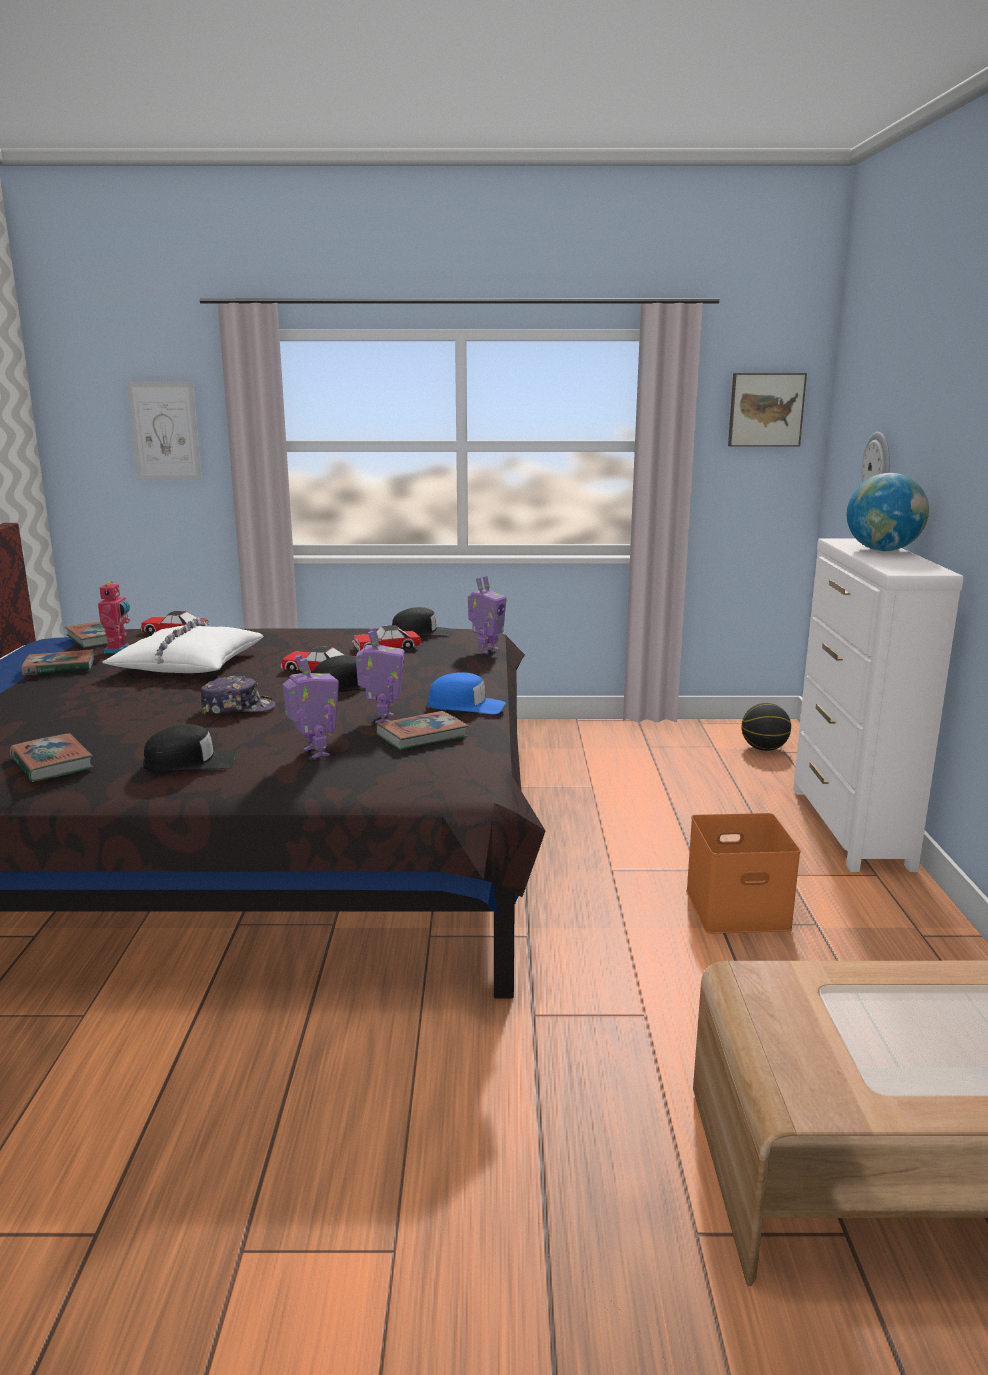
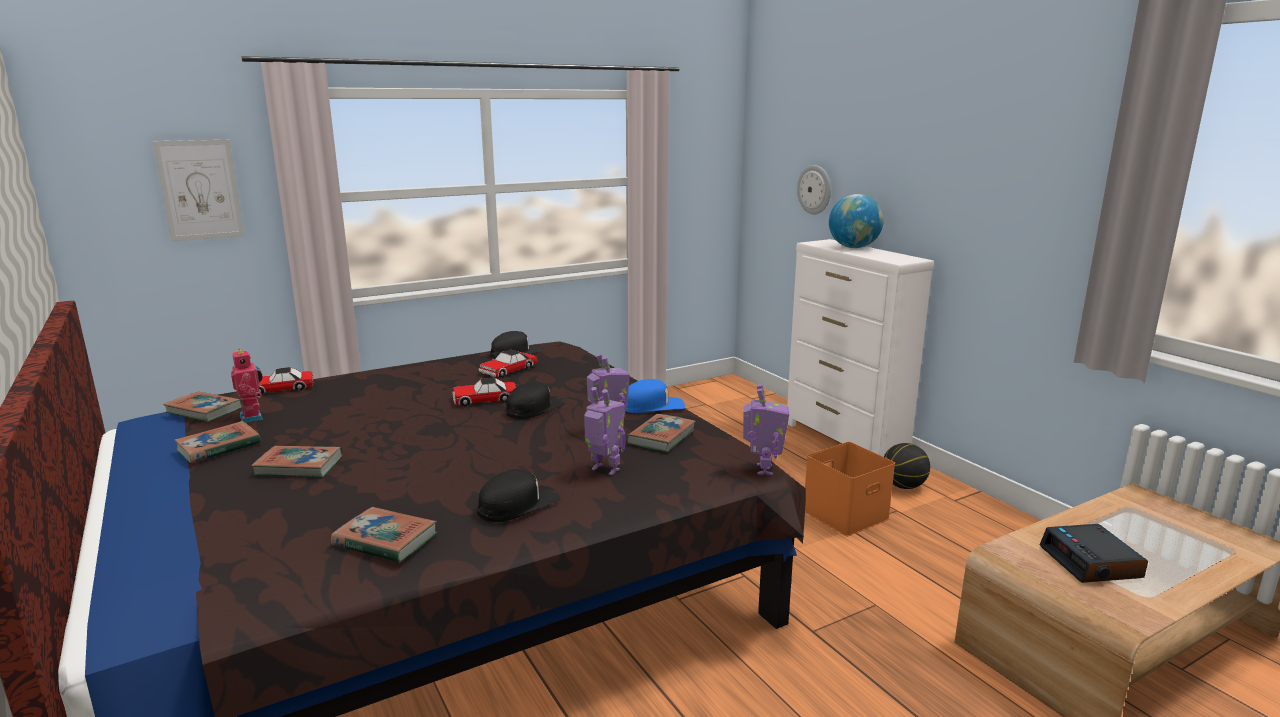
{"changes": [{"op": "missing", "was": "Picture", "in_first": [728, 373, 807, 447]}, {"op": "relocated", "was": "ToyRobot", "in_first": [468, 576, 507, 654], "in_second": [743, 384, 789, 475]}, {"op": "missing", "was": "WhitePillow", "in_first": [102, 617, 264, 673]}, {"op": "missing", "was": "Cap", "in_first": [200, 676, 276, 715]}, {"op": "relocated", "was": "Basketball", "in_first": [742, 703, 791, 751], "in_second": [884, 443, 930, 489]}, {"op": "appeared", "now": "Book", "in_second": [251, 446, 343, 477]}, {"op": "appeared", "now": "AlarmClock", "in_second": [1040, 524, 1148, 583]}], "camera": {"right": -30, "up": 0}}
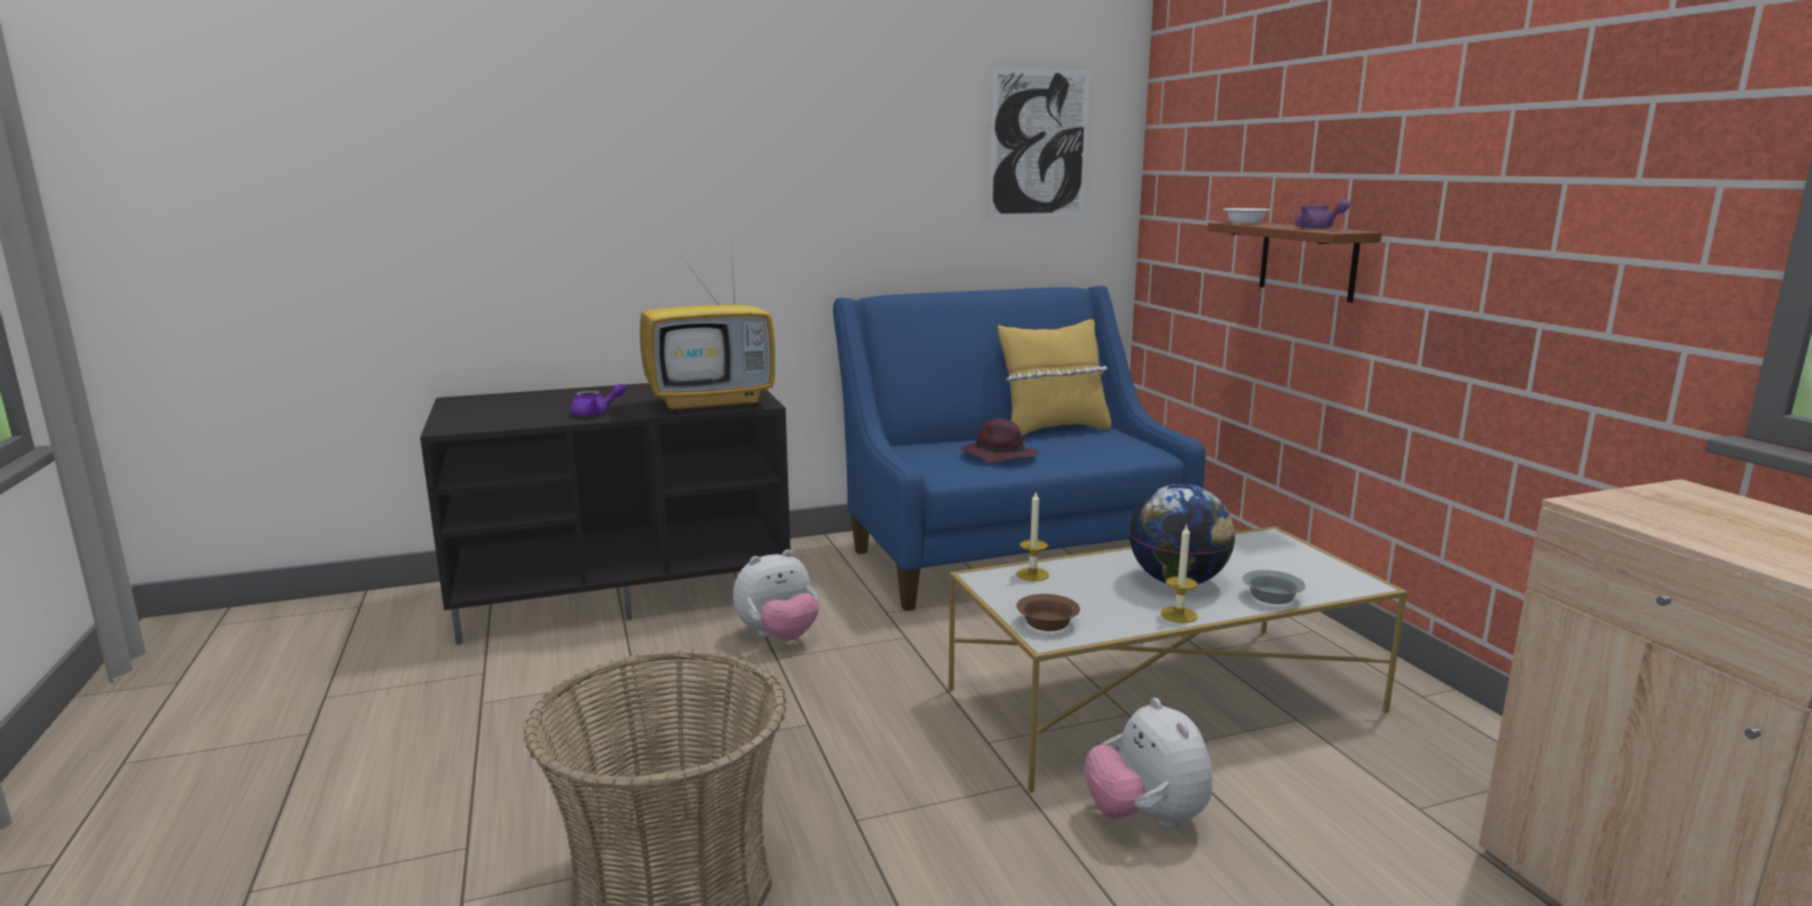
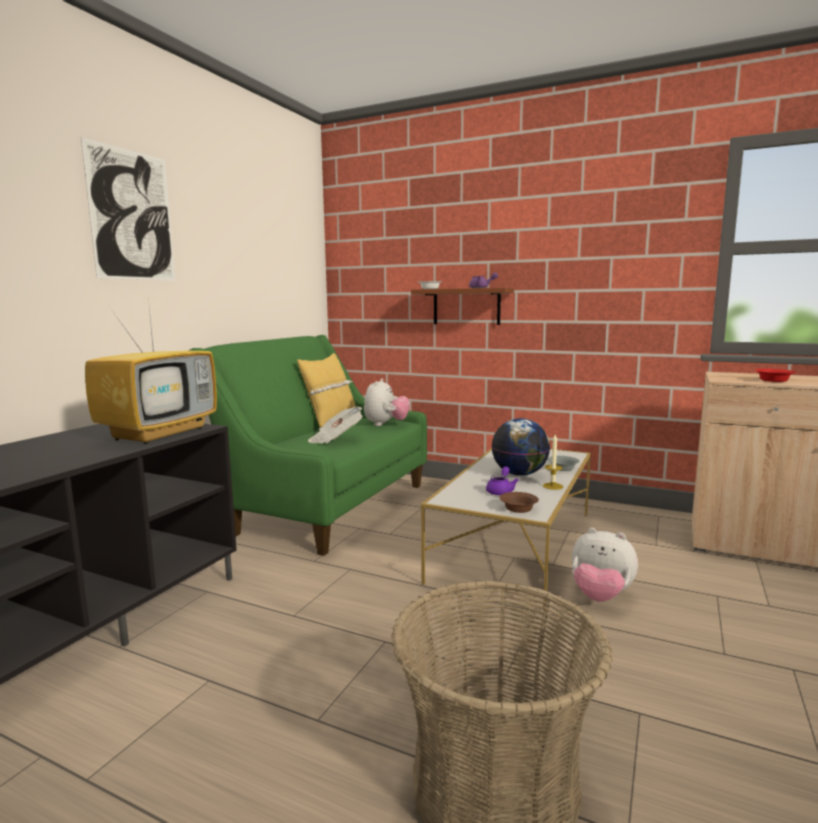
{"changes": [{"op": "relocated", "was": "Picture", "in_first": [989, 67, 1089, 217], "in_second": [81, 137, 176, 281]}, {"op": "colour", "was": "BlueSofa", "now": "GreenSofa", "in_first": [833, 286, 1206, 611], "in_second": [188, 335, 427, 556]}, {"op": "relocated", "was": "PurpleTeapot", "in_first": [571, 384, 626, 417], "in_second": [486, 466, 519, 495]}, {"op": "exchanged", "was": "PurpleHat", "now": "Newspaper", "in_first": [961, 418, 1038, 463], "in_second": [308, 407, 362, 444]}, {"op": "missing", "was": "Candle", "in_first": [1016, 492, 1049, 581]}, {"op": "relocated", "was": "PlushToy", "in_first": [733, 549, 819, 641], "in_second": [364, 379, 410, 426]}, {"op": "appeared", "now": "RedBowl", "in_second": [755, 369, 796, 382]}], "camera": {"right": -45, "up": -5}}
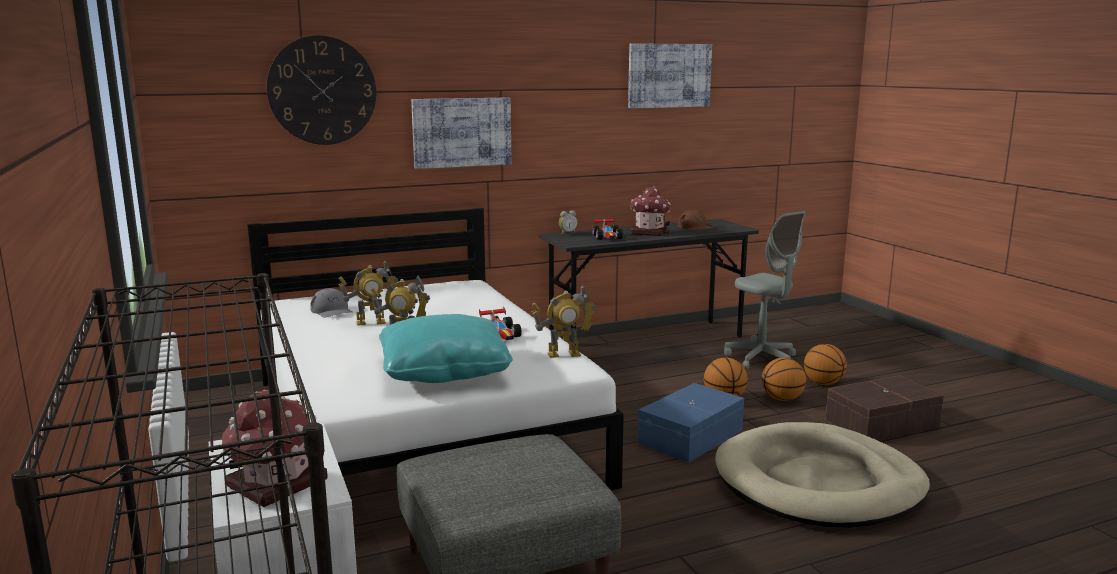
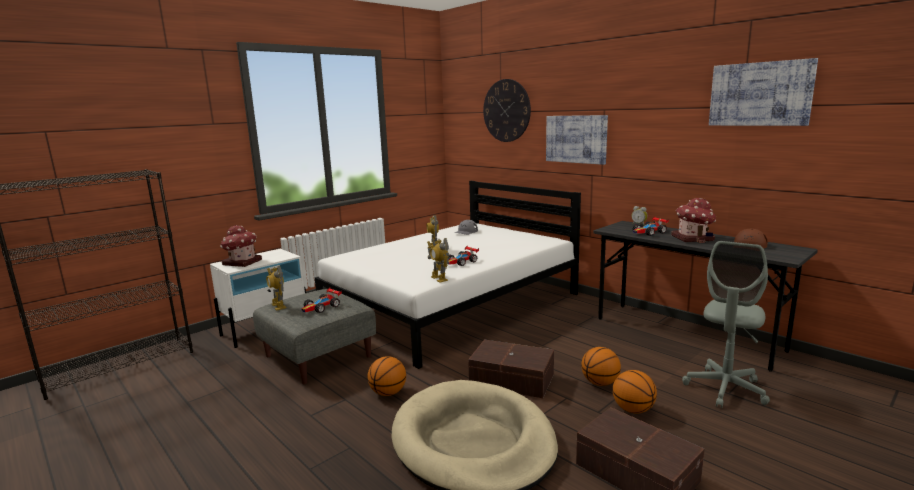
{"changes": [{"op": "relocated", "was": "ToyRobot", "in_first": [338, 261, 399, 325], "in_second": [266, 266, 286, 310]}, {"op": "missing", "was": "TurquoisePillow", "in_first": [379, 314, 513, 383]}, {"op": "relocated", "was": "Basketball", "in_first": [804, 344, 847, 385], "in_second": [368, 356, 406, 396]}, {"op": "colour", "was": "BlueStorageBox", "now": "BrownStorageBox", "in_first": [638, 383, 744, 463], "in_second": [468, 339, 554, 398]}, {"op": "appeared", "now": "ToyCar", "in_second": [301, 287, 342, 313]}], "camera": {"right": 70, "up": 0}}
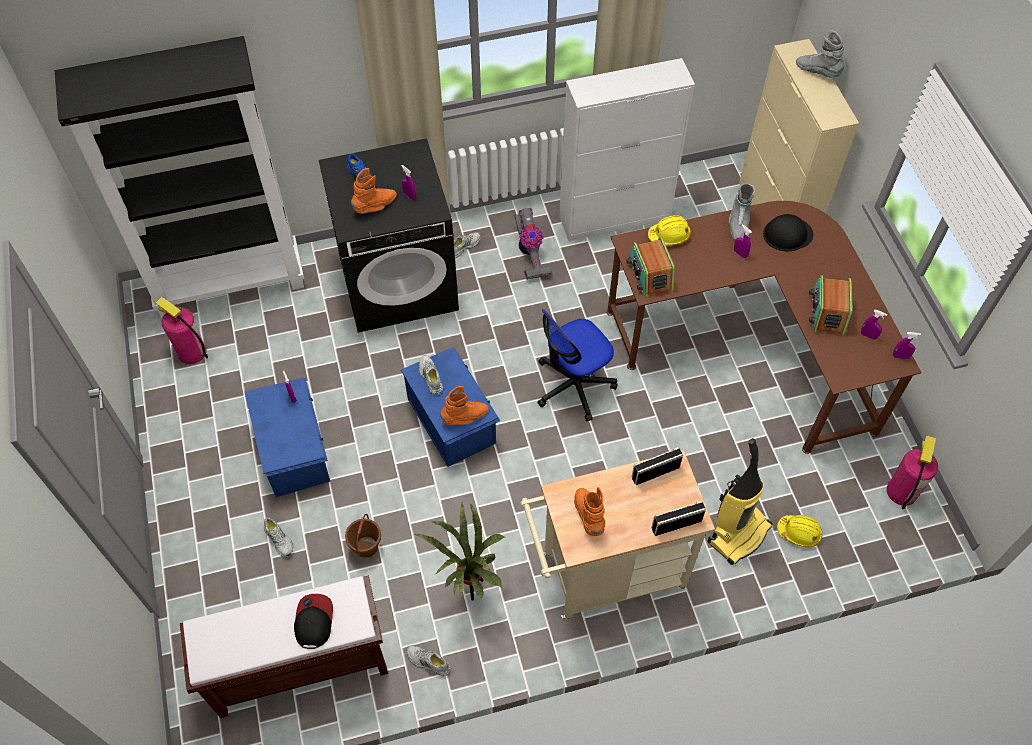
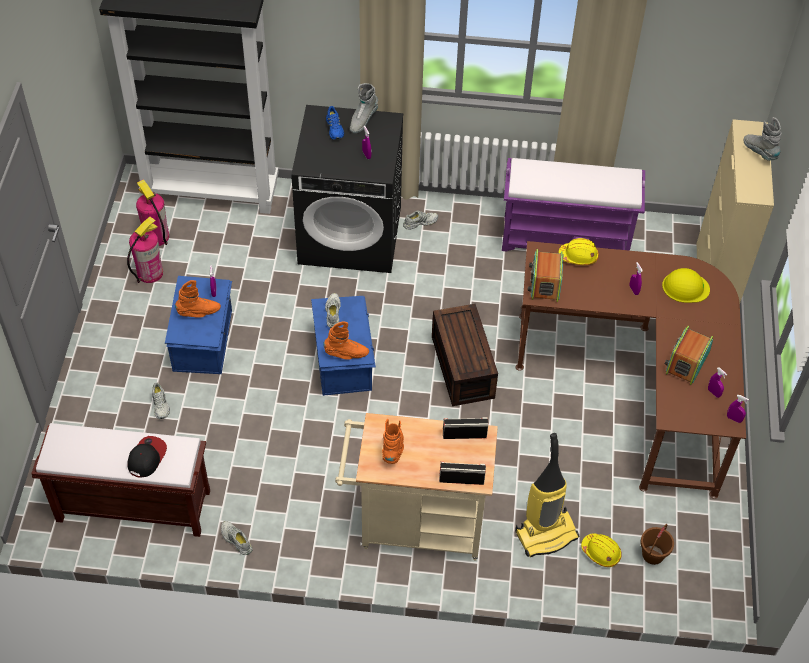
{"changes": [{"op": "exchanged", "was": "WhiteCabinet", "now": "PurpleBench", "in_first": [559, 58, 695, 241], "in_second": [502, 158, 645, 251]}, {"op": "relocated", "was": "OrangeBoot", "in_first": [351, 168, 397, 214], "in_second": [175, 280, 221, 318]}, {"op": "relocated", "was": "GreyBoot", "in_first": [729, 183, 755, 241], "in_second": [350, 83, 378, 133]}, {"op": "missing", "was": "VacuumCleaner", "in_first": [515, 208, 551, 280]}, {"op": "colour", "was": "BlackHardHat", "now": "YellowHardHat", "in_first": [763, 214, 813, 251], "in_second": [662, 268, 710, 303]}, {"op": "exchanged", "was": "OfficeChair", "now": "BrownStorageBox", "in_first": [537, 309, 618, 421], "in_second": [432, 304, 498, 406]}, {"op": "relocated", "was": "FireExtinguisher", "in_first": [887, 435, 938, 509], "in_second": [127, 217, 163, 283]}, {"op": "missing", "was": "PottedPlant", "in_first": [413, 500, 505, 601]}, {"op": "relocated", "was": "BrownBucket", "in_first": [345, 514, 381, 558], "in_second": [640, 524, 674, 565]}], "camera": {"right": 20, "up": -5}}
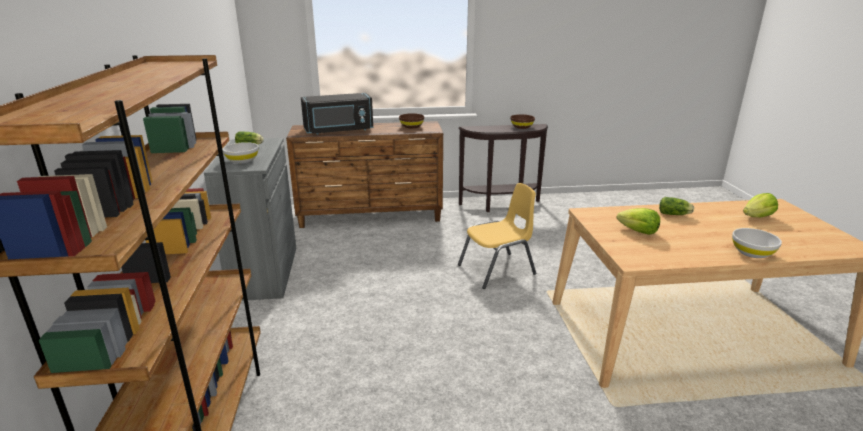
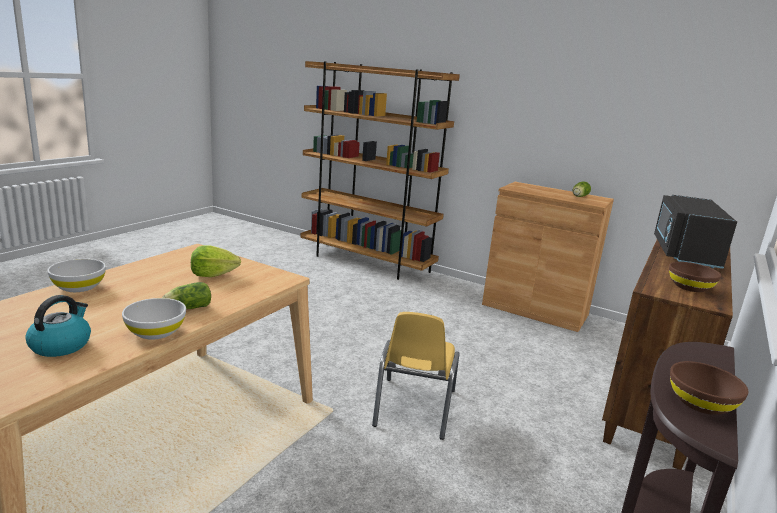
{"changes": [{"op": "colour", "was": "GreyCabinet", "now": "BrownCabinet", "in_first": [204, 138, 296, 301], "in_second": [482, 182, 614, 332]}, {"op": "relocated", "was": "WhiteBowl", "in_first": [222, 142, 258, 164], "in_second": [122, 298, 186, 340]}, {"op": "exchanged", "was": "Lettuce", "now": "Kettle", "in_first": [743, 193, 778, 217], "in_second": [25, 295, 91, 357]}], "camera": {"right": 125, "up": -5}}
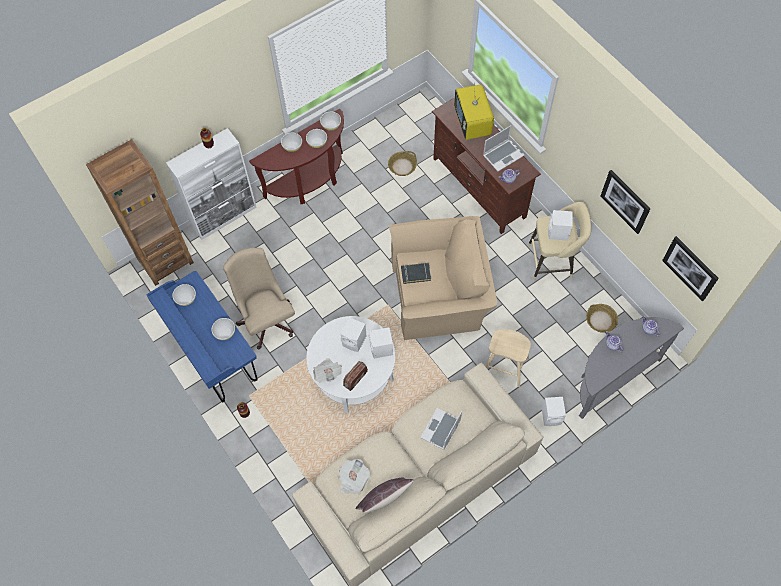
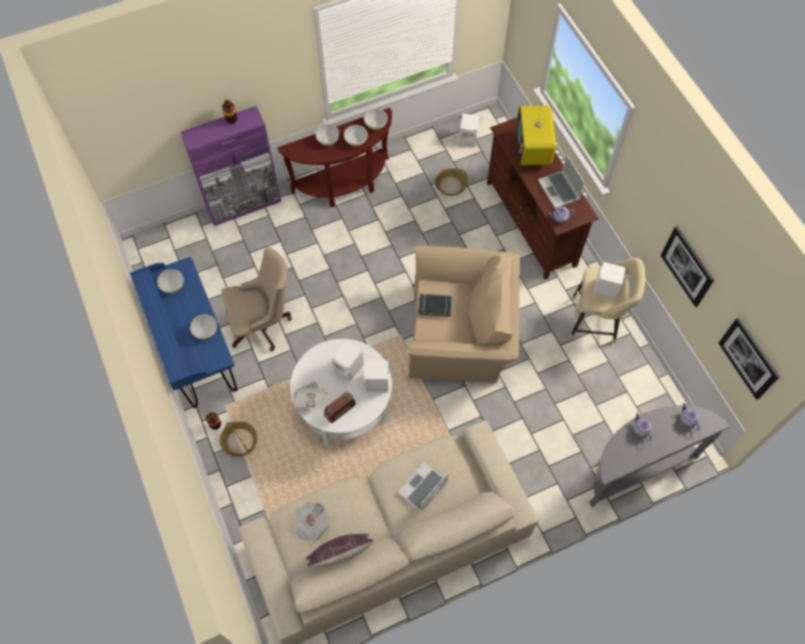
{"changes": [{"op": "spun", "was": "Laptop", "in_first": [483, 126, 523, 171], "in_second": [538, 154, 585, 208], "clockwise": 90}, {"op": "colour", "was": "WhiteCabinet", "now": "PurpleCabinet", "in_first": [166, 128, 257, 240], "in_second": [181, 106, 281, 226]}, {"op": "missing", "was": "BrownBookcase", "in_first": [86, 139, 194, 286]}, {"op": "spun", "was": "BeigeOfficeChair", "in_first": [223, 248, 295, 350], "in_second": [221, 247, 292, 351], "clockwise": 90}, {"op": "relocated", "was": "Basket", "in_first": [586, 304, 618, 333], "in_second": [220, 421, 257, 457]}, {"op": "missing", "was": "BeigeStool", "in_first": [485, 329, 531, 387]}, {"op": "relocated", "was": "WhiteSpeaker", "in_first": [541, 397, 566, 426], "in_second": [459, 114, 479, 147]}], "camera": {"right": 10, "up": 0}}
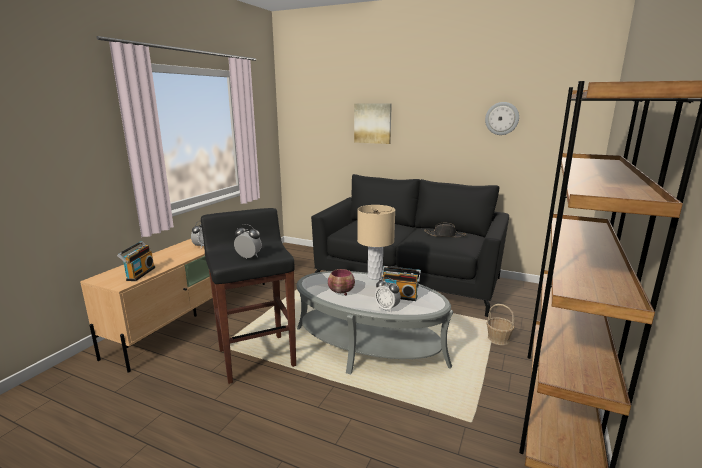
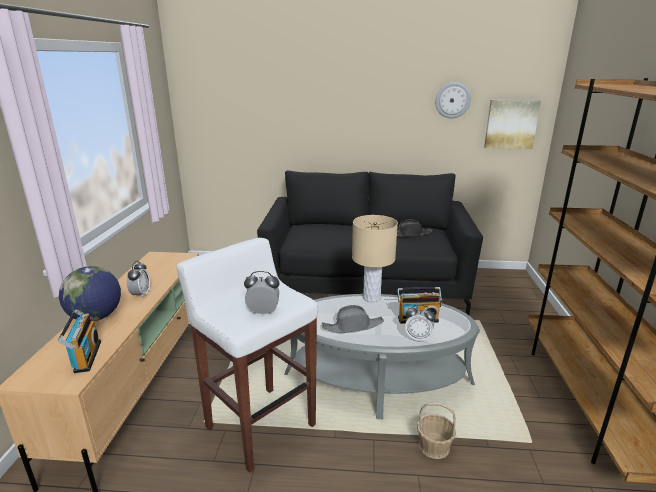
{"changes": [{"op": "relocated", "was": "Picture", "in_first": [354, 103, 392, 144], "in_second": [484, 100, 541, 149]}, {"op": "colour", "was": "BlackStool", "now": "WhiteStool", "in_first": [201, 208, 296, 384], "in_second": [176, 238, 318, 473]}, {"op": "exchanged", "was": "Bowl", "now": "GreyHat", "in_first": [328, 269, 355, 295], "in_second": [322, 305, 384, 333]}, {"op": "relocated", "was": "Basket", "in_first": [486, 304, 515, 345], "in_second": [417, 402, 456, 459]}, {"op": "appeared", "now": "Globe", "in_second": [59, 266, 121, 321]}], "camera": {"right": -20, "up": 5}}
